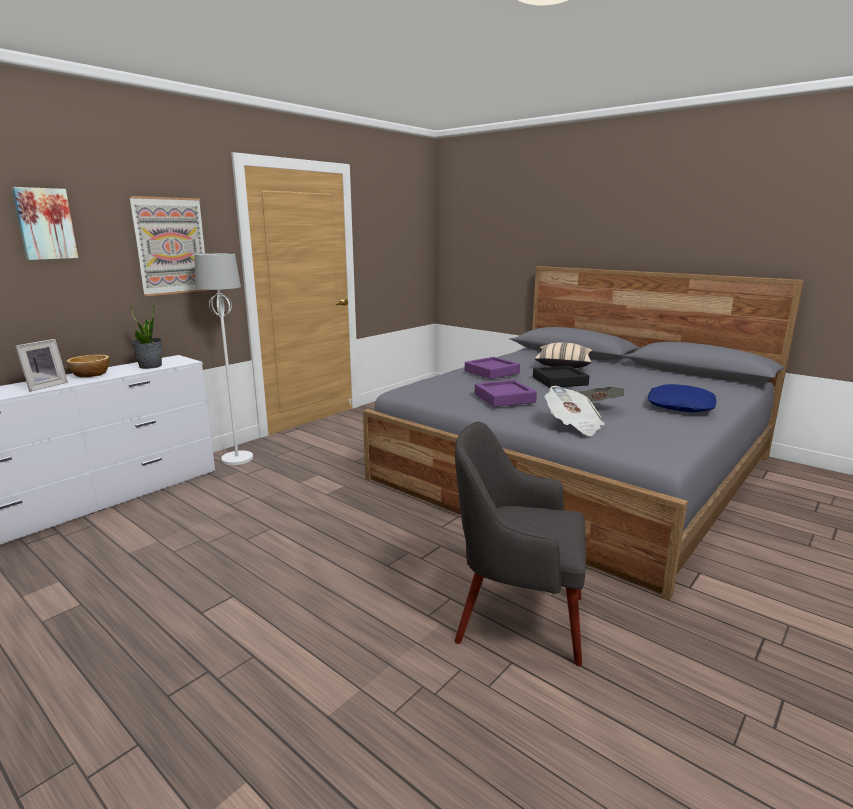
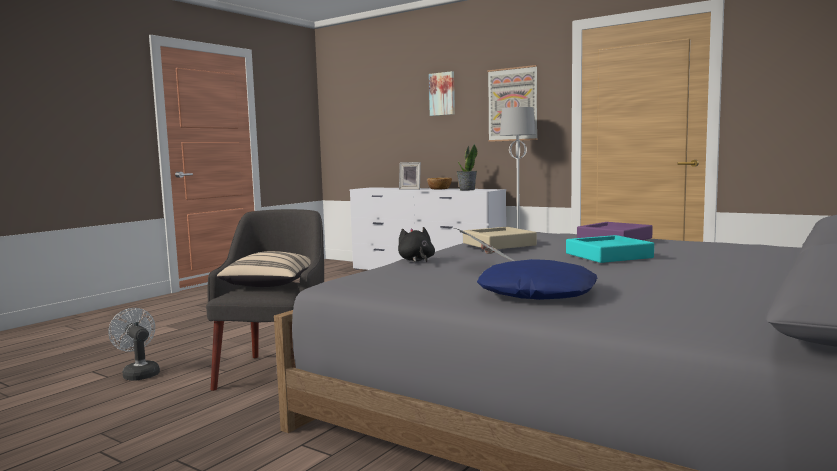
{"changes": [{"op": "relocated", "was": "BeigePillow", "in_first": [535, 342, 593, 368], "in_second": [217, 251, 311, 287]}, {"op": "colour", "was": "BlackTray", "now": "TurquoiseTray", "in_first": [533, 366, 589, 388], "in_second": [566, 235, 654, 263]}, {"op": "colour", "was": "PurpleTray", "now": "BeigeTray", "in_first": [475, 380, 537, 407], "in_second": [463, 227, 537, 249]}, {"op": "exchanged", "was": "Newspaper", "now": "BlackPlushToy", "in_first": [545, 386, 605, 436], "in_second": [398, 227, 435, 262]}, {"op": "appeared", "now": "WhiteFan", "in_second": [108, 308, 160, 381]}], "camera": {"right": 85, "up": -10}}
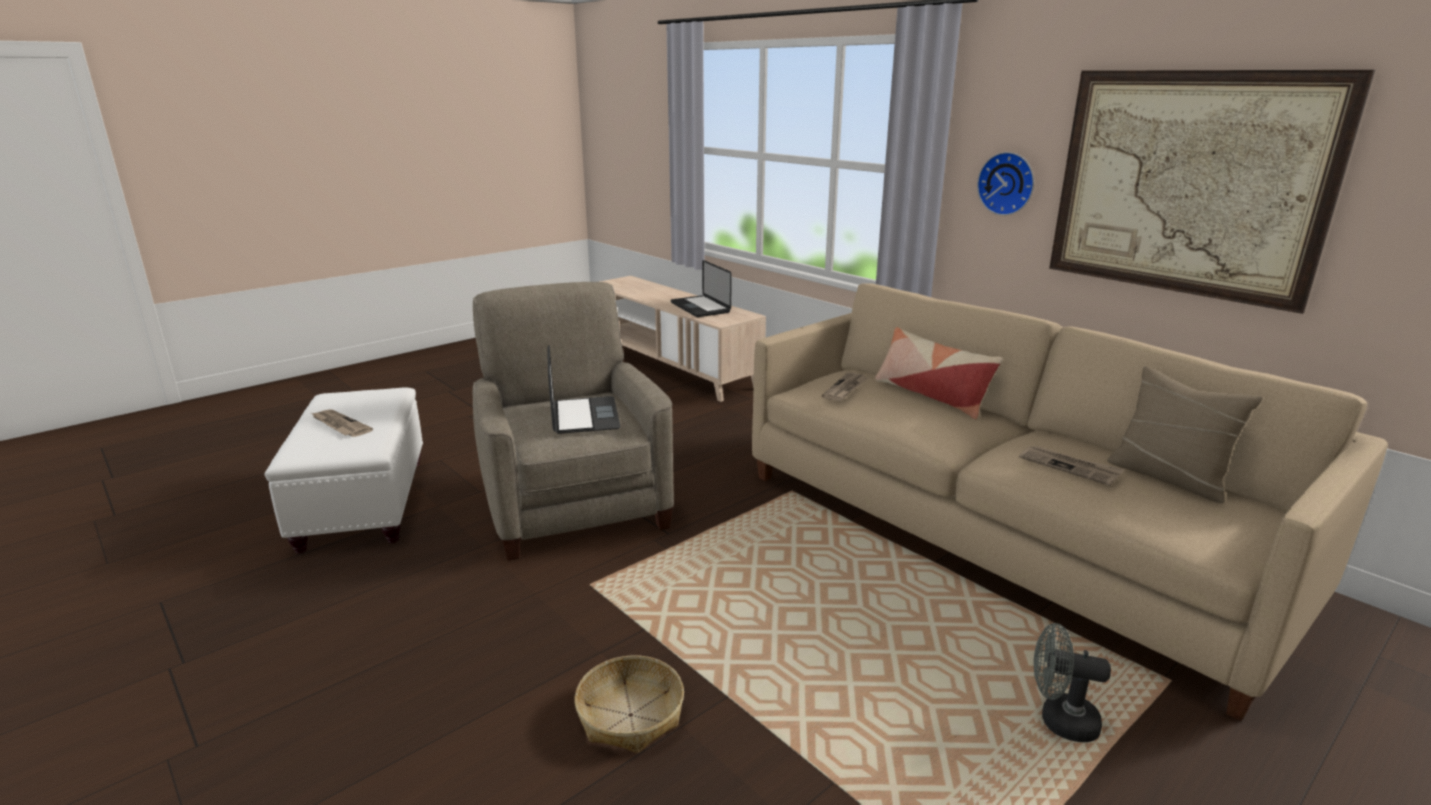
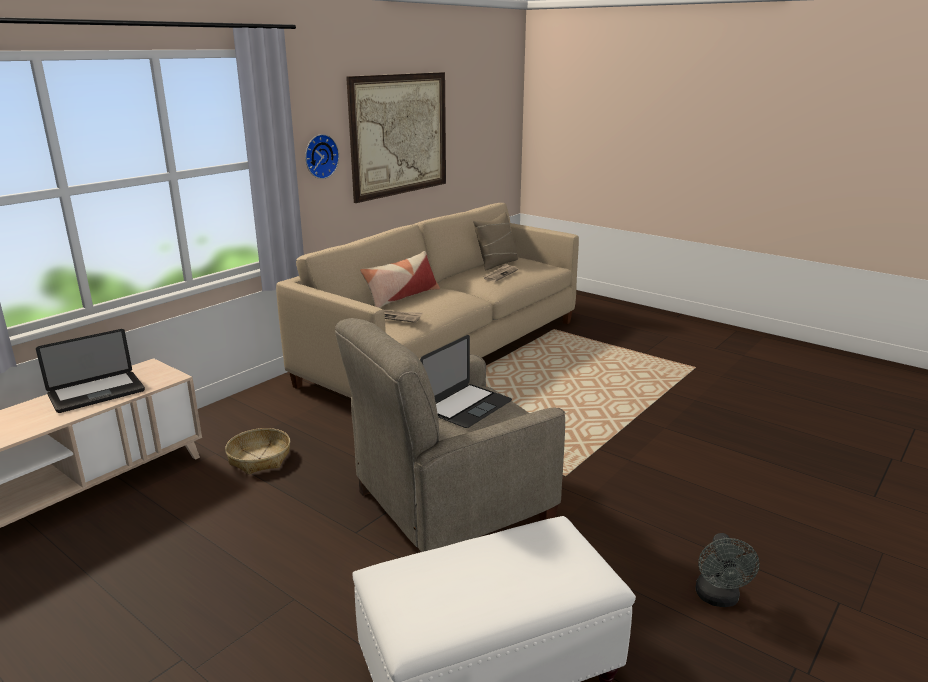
{"changes": [{"op": "spun", "was": "Laptop", "in_first": [547, 345, 620, 434], "in_second": [420, 335, 512, 428], "clockwise": 150}, {"op": "missing", "was": "Newspaper", "in_first": [311, 409, 373, 437]}, {"op": "relocated", "was": "GreyFan", "in_first": [1034, 623, 1111, 742], "in_second": [695, 533, 759, 607]}, {"op": "relocated", "was": "Basket", "in_first": [574, 655, 684, 753], "in_second": [225, 428, 290, 474]}], "camera": {"right": -100, "up": 0}}
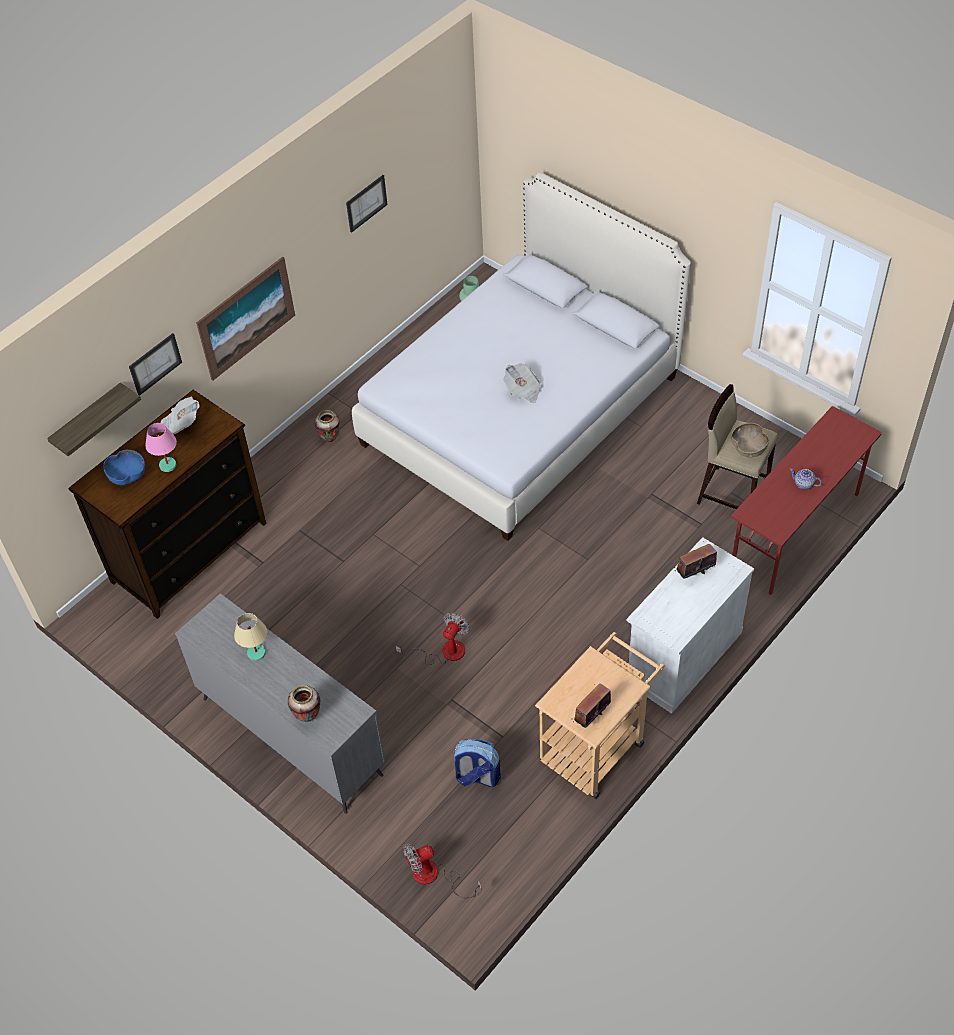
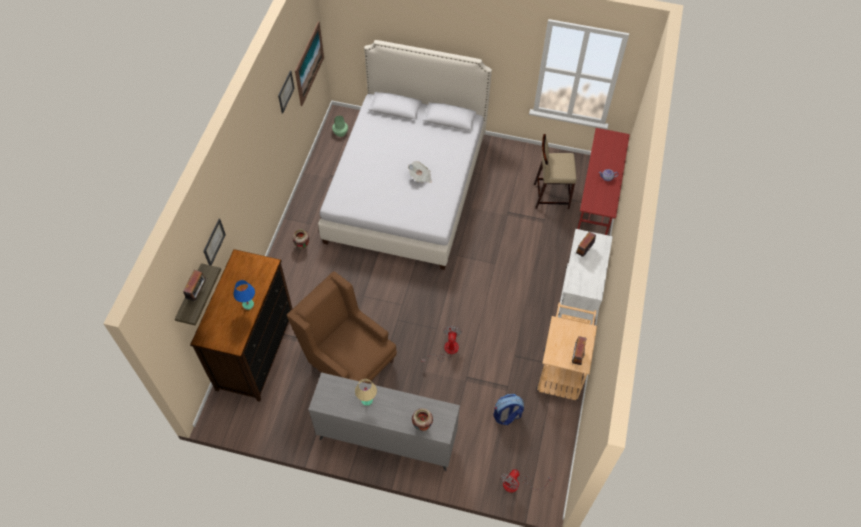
{"changes": [{"op": "relocated", "was": "Picture", "in_first": [196, 257, 295, 381], "in_second": [295, 21, 324, 106]}, {"op": "missing", "was": "Newspaper", "in_first": [161, 396, 200, 435]}, {"op": "colour", "was": "PinkTableLamp", "now": "BlueTableLamp", "in_first": [145, 423, 177, 472], "in_second": [233, 280, 255, 310]}, {"op": "missing", "was": "BrownBowl", "in_first": [731, 423, 769, 458]}, {"op": "missing", "was": "BlueBowl", "in_first": [103, 450, 145, 485]}, {"op": "appeared", "now": "Radio", "in_second": [183, 270, 208, 301]}, {"op": "appeared", "now": "BrownArmchair", "in_second": [287, 271, 397, 384]}], "camera": {"right": -30, "up": 5}}
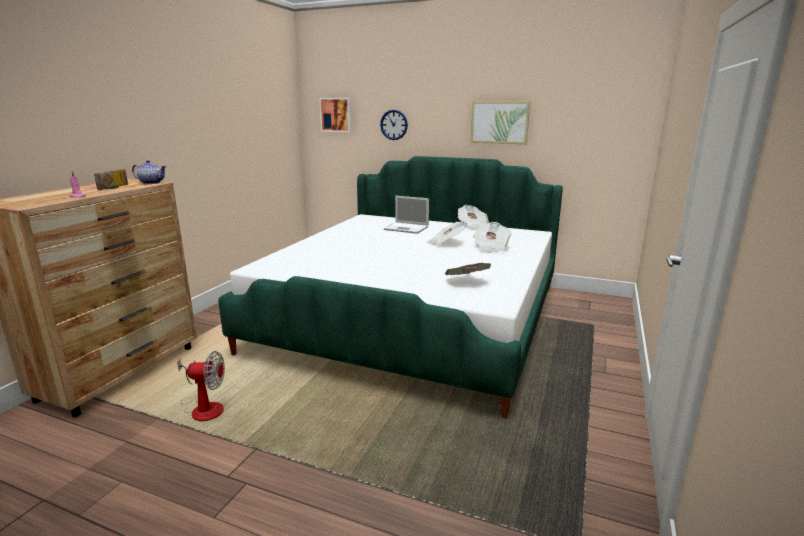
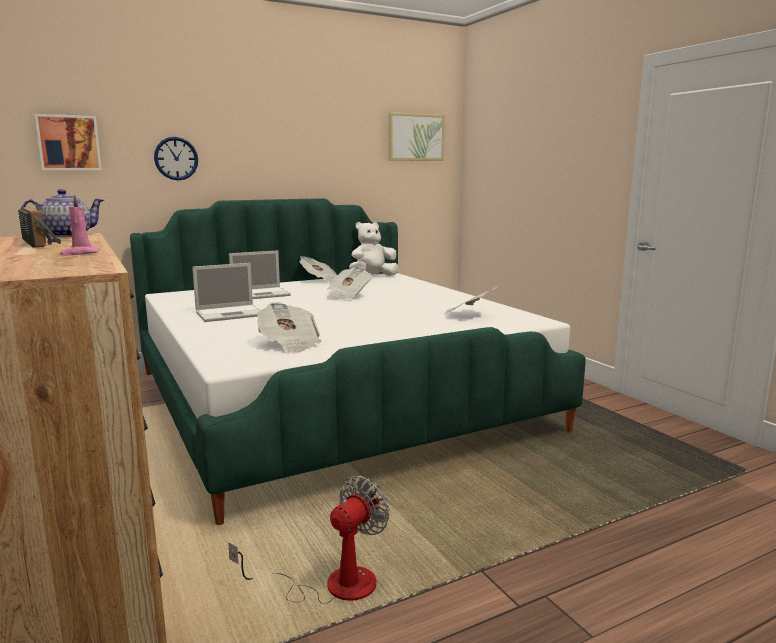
{"changes": [{"op": "relocated", "was": "Picture", "in_first": [470, 101, 530, 144], "in_second": [388, 112, 445, 161]}, {"op": "relocated", "was": "Newspaper", "in_first": [473, 222, 512, 253], "in_second": [257, 302, 321, 354]}, {"op": "appeared", "now": "WhitePlushToy", "in_second": [349, 222, 399, 276]}, {"op": "appeared", "now": "Laptop", "in_second": [192, 263, 260, 322]}], "camera": {"right": -50, "up": -5}}
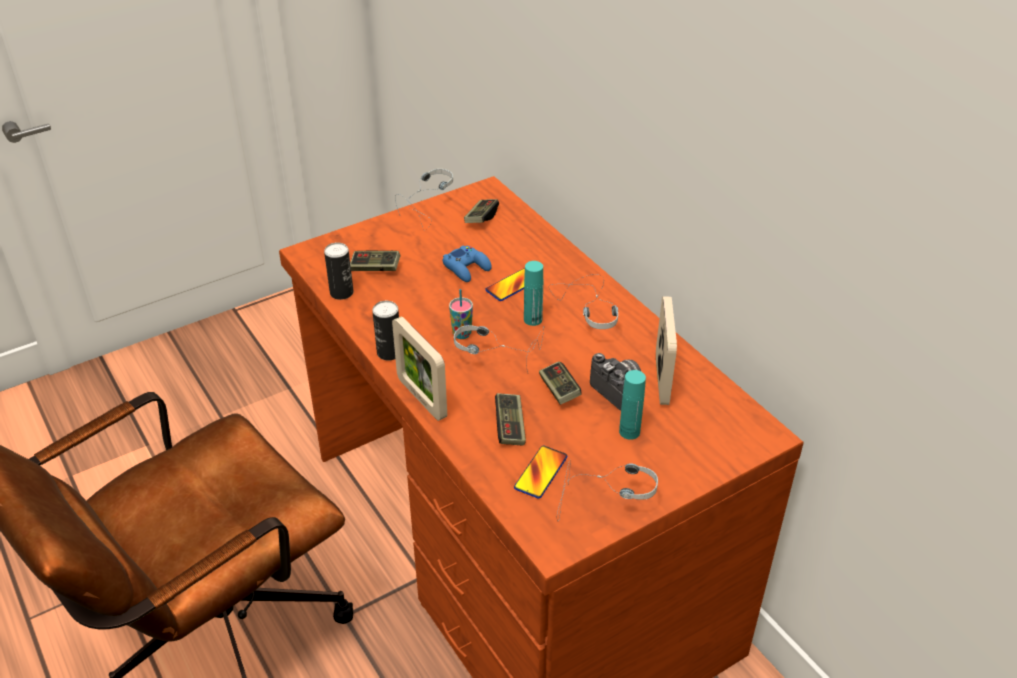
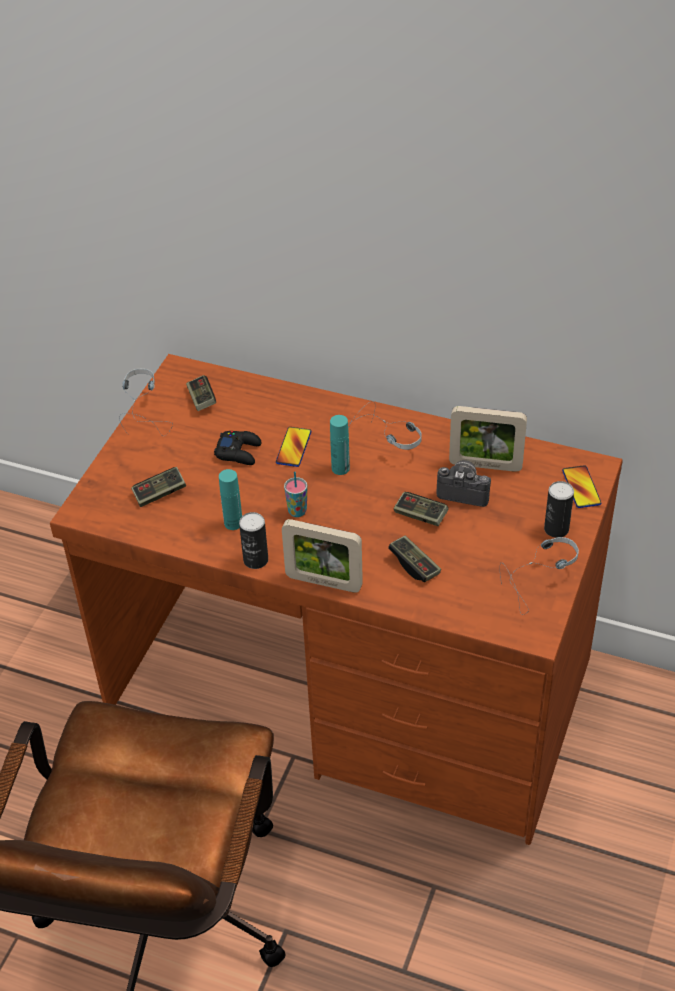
{"changes": [{"op": "relocated", "was": "Can", "in_first": [324, 242, 354, 300], "in_second": [544, 481, 574, 538]}, {"op": "colour", "was": "BlueGameController", "now": "BlackGameController", "in_first": [443, 245, 492, 282], "in_second": [214, 431, 262, 465]}, {"op": "spun", "was": "PictureFrame", "in_first": [656, 296, 677, 405], "in_second": [449, 406, 527, 472], "clockwise": 135}, {"op": "missing", "was": "Headphones", "in_first": [454, 325, 544, 373]}, {"op": "relocated", "was": "TurquoiseBottle", "in_first": [619, 370, 646, 440], "in_second": [219, 469, 242, 530]}, {"op": "relocated", "was": "Phone", "in_first": [514, 446, 567, 498], "in_second": [562, 465, 601, 508]}], "camera": {"right": -35, "up": 5}}
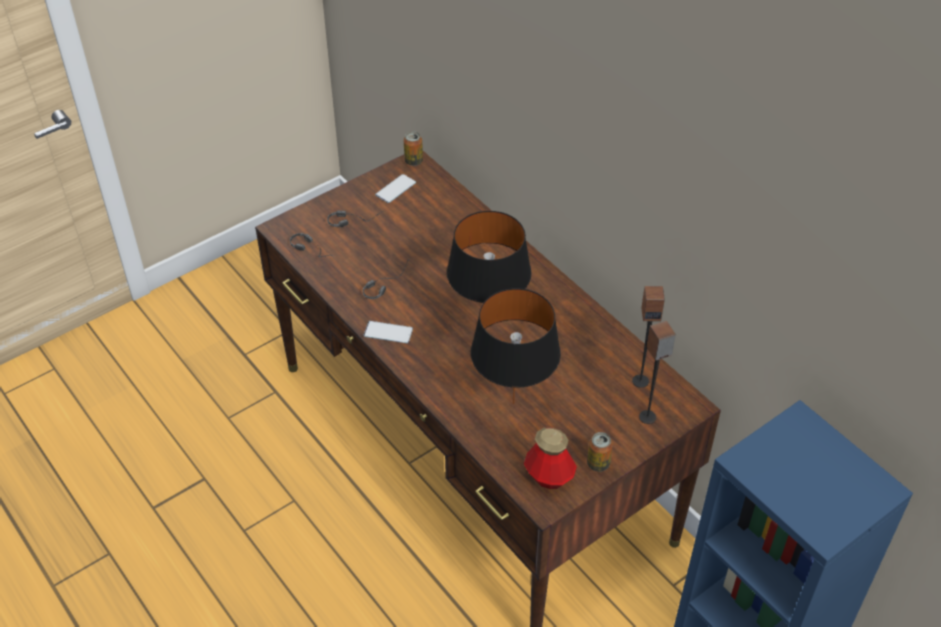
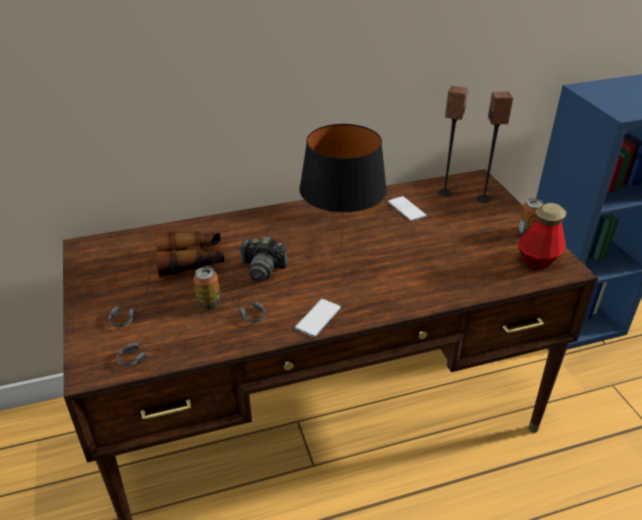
{"changes": [{"op": "relocated", "was": "Can", "in_first": [403, 131, 423, 166], "in_second": [193, 267, 221, 310]}, {"op": "relocated", "was": "Phone", "in_first": [375, 174, 416, 203], "in_second": [388, 196, 427, 221]}, {"op": "missing", "was": "BlackTableLamp", "in_first": [471, 288, 561, 404]}, {"op": "appeared", "now": "Binoculars", "in_second": [155, 231, 224, 278]}, {"op": "appeared", "now": "PhotoCamera", "in_second": [239, 237, 288, 282]}], "camera": {"right": -70, "up": -10}}
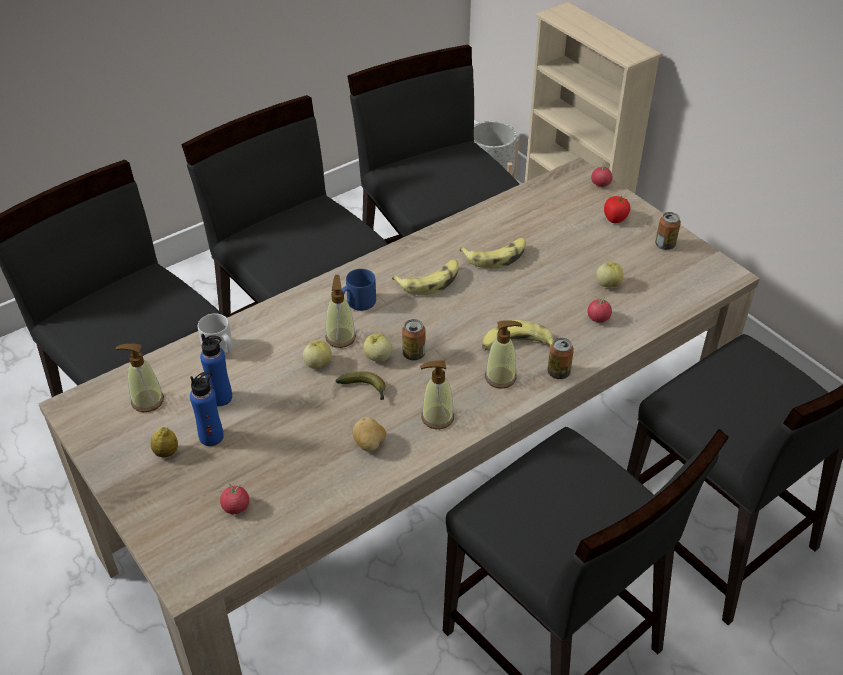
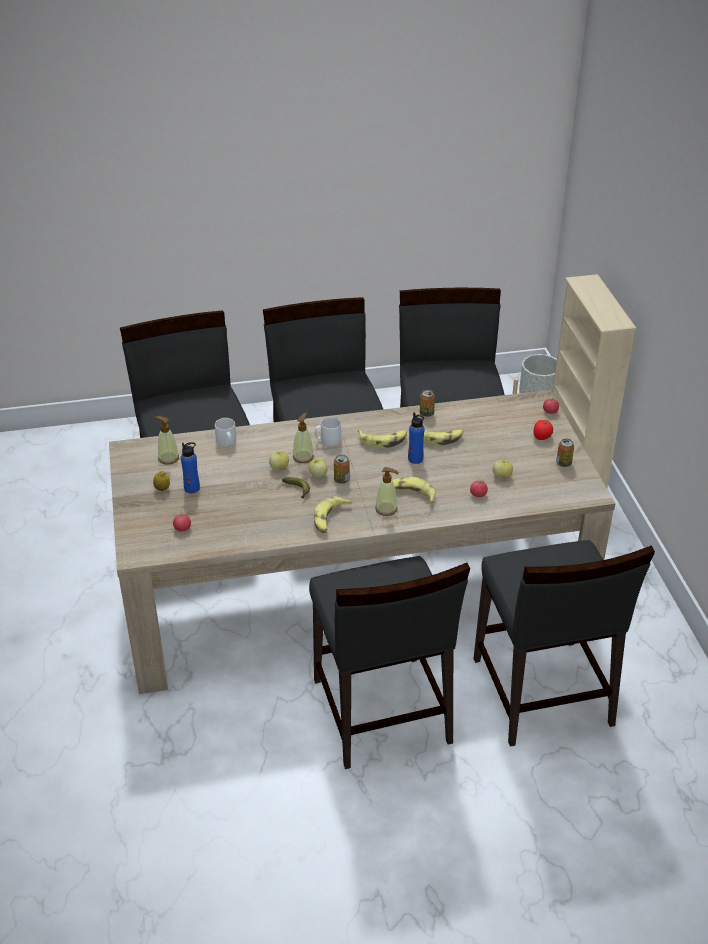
{"changes": [{"op": "colour", "was": "BlueMug", "now": "GreyMug", "in_first": [342, 269, 376, 311], "in_second": [315, 417, 341, 446]}, {"op": "relocated", "was": "BlueBottle", "in_first": [200, 334, 232, 406], "in_second": [408, 412, 425, 464]}, {"op": "relocated", "was": "Can", "in_first": [547, 338, 574, 379], "in_second": [420, 390, 435, 417]}, {"op": "exchanged", "was": "SoapDispenser", "now": "Banana", "in_first": [420, 360, 454, 429], "in_second": [314, 496, 352, 533]}, {"op": "missing", "was": "Potato", "in_first": [353, 417, 386, 452]}], "camera": {"right": 25, "up": -5}}
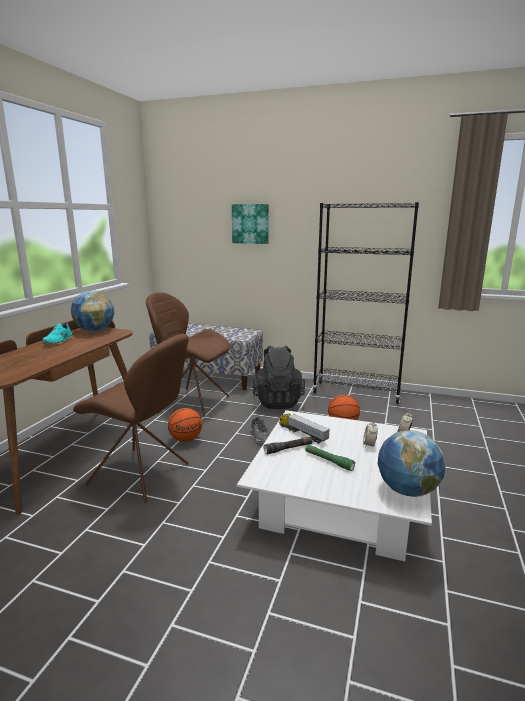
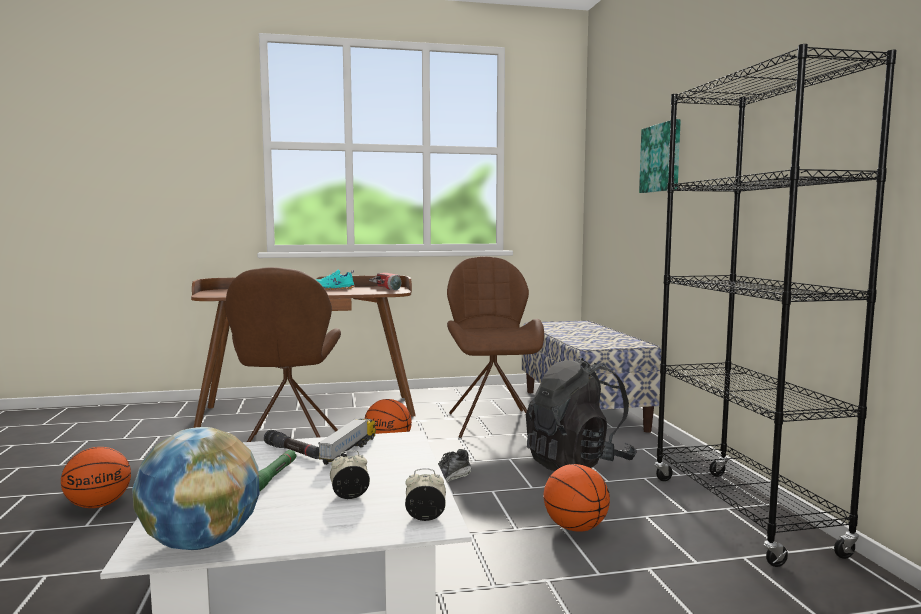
{"changes": [{"op": "exchanged", "was": "Globe", "now": "Flashlight", "in_first": [71, 291, 114, 331], "in_second": [369, 273, 401, 290]}, {"op": "appeared", "now": "Basketball", "in_second": [61, 447, 131, 508]}], "camera": {"right": 60, "up": -10}}
